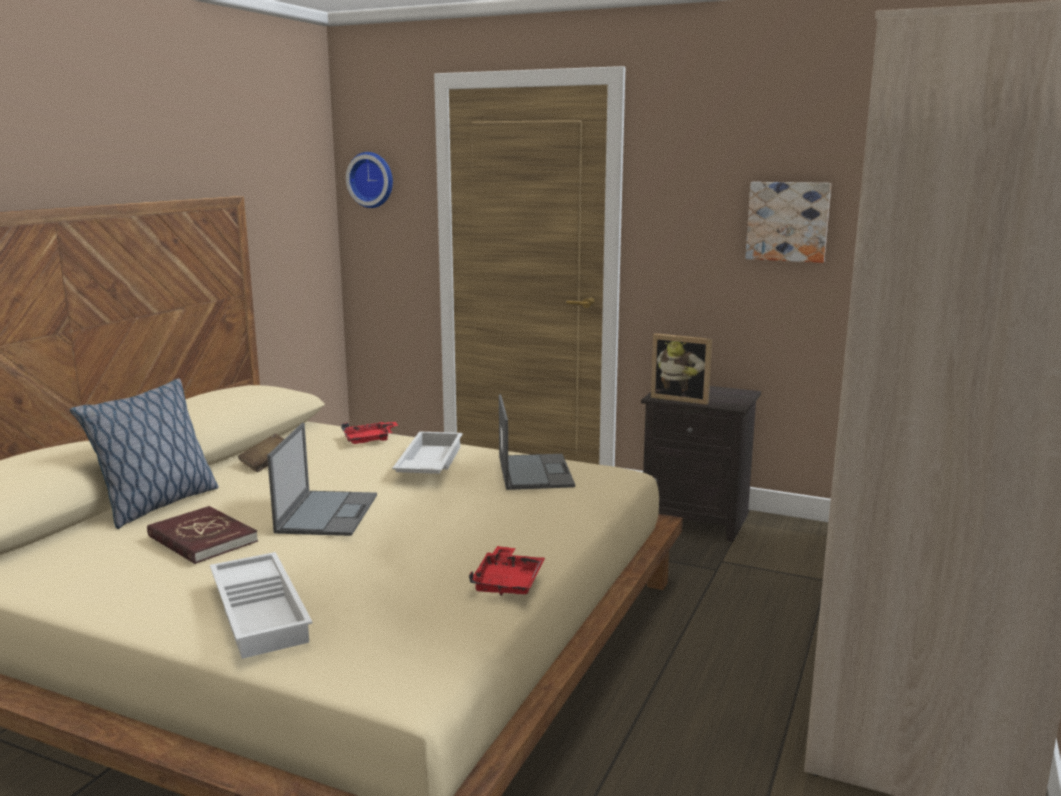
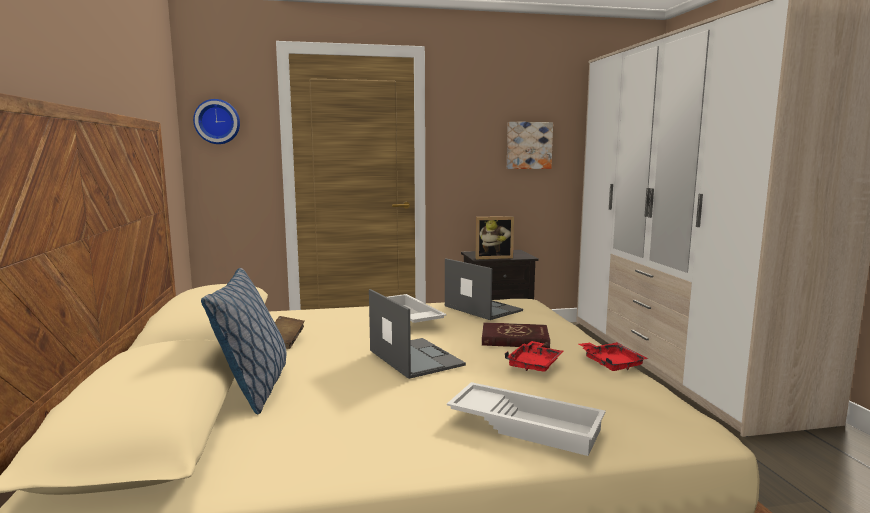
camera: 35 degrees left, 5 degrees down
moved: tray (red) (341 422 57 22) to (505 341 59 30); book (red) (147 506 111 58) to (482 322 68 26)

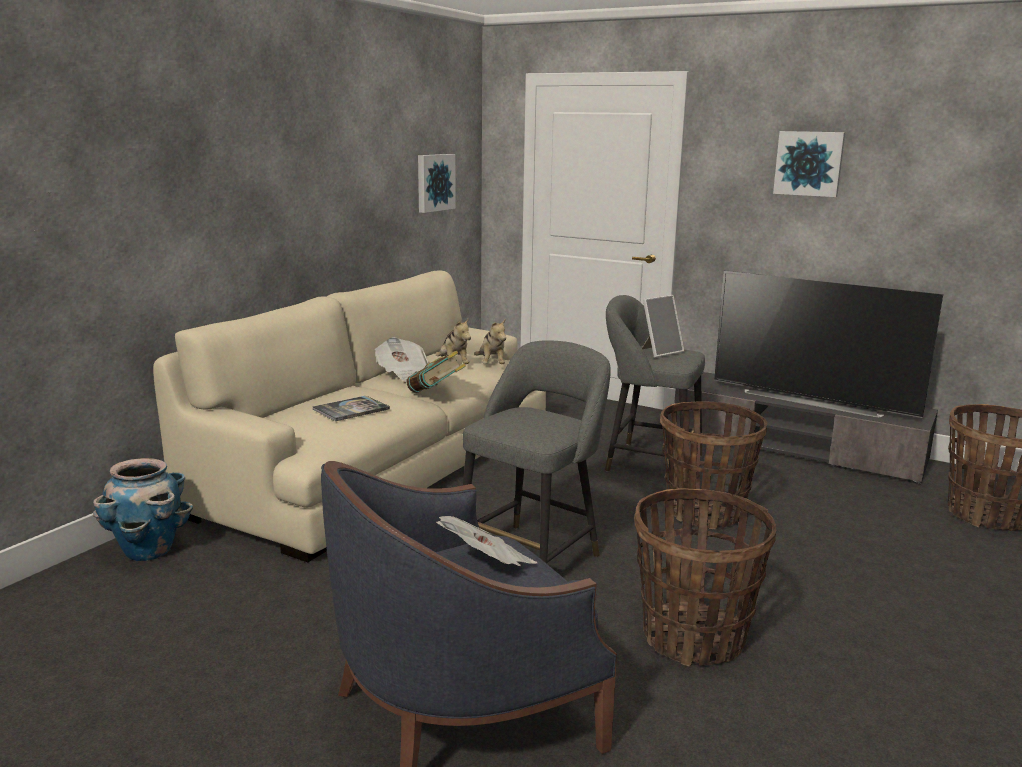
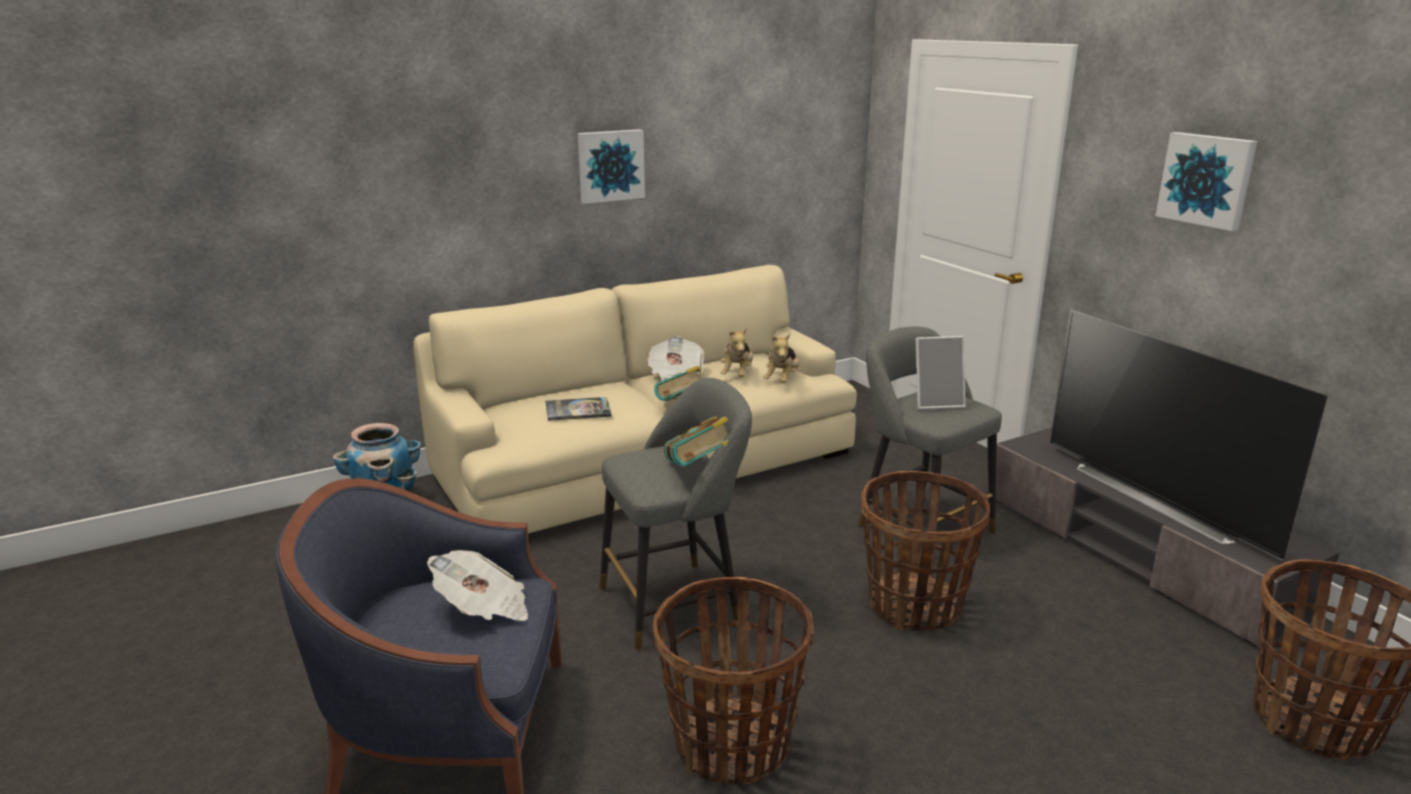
camera: 30 degrees right, 5 degrees up
added: book (664 416 65 51)
moved: wall art (418 154 38 59) to (578 129 67 75)

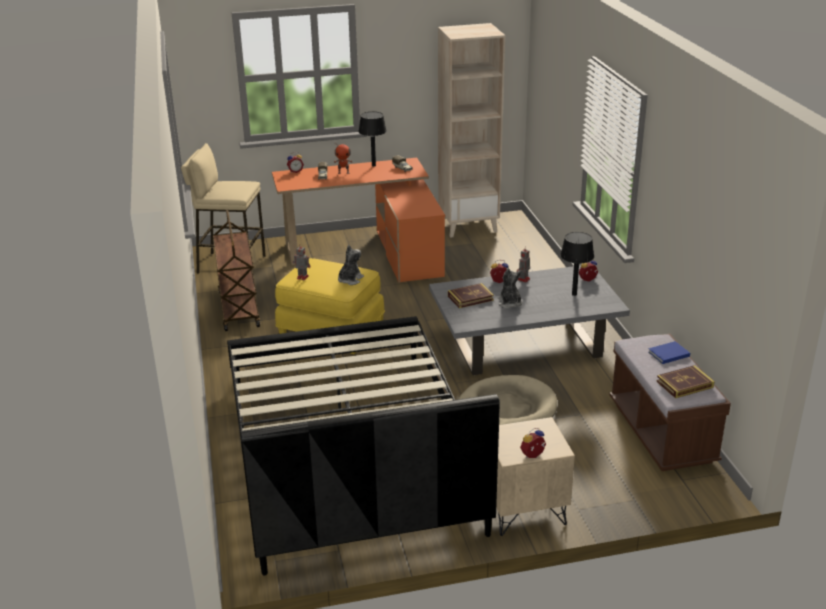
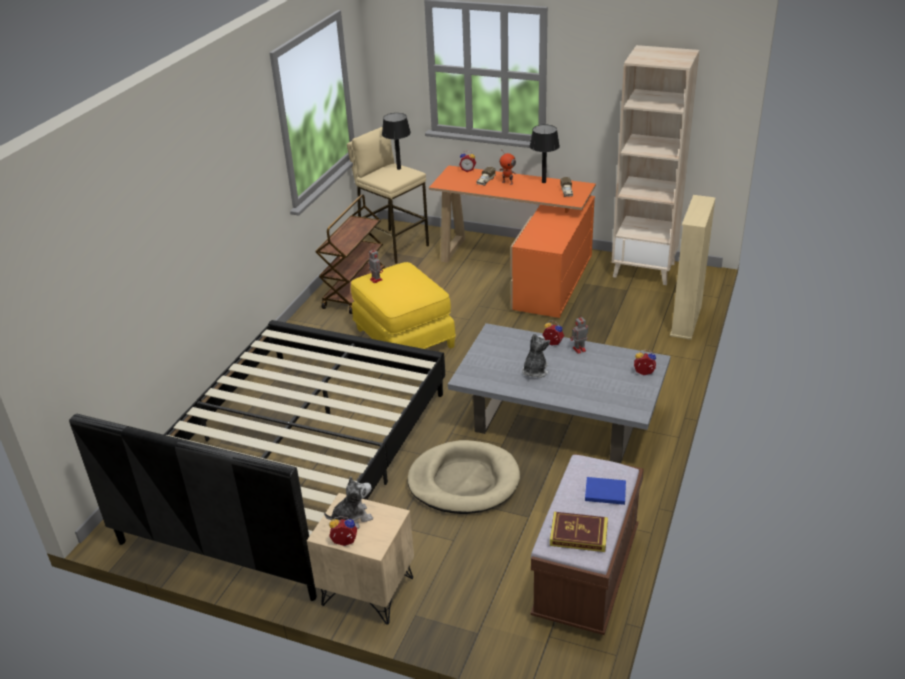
camera: 35 degrees right, 5 degrees up
removed: book (448 283 46 25)
added: shelving unit (beige) (670 195 45 145)
moved: table lamp (black) (560 232 34 64) to (382 113 29 57); plush toy (338 245 26 40) to (324 476 49 53)

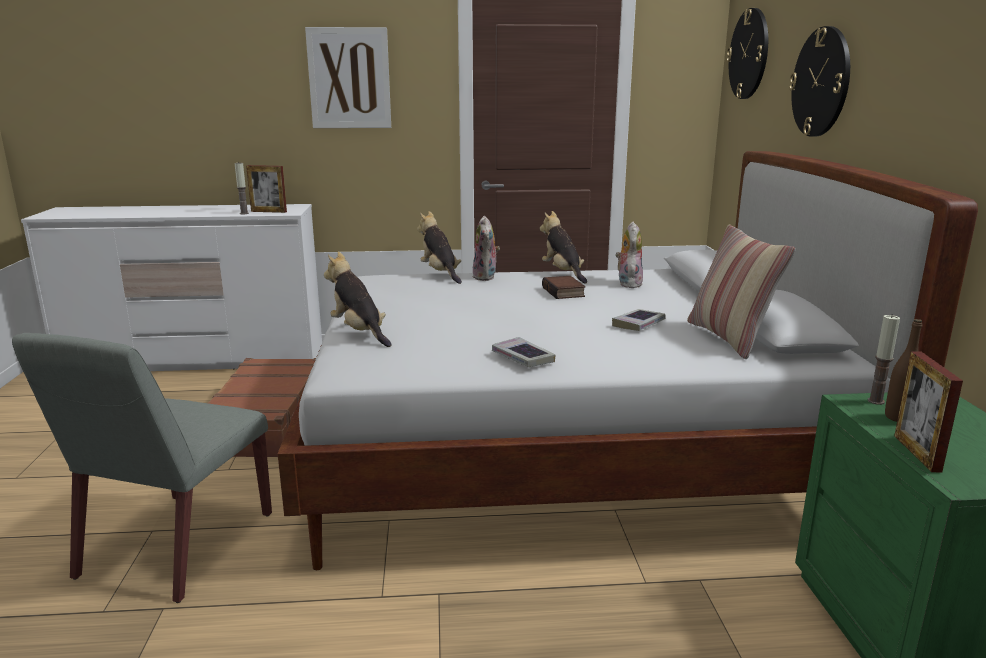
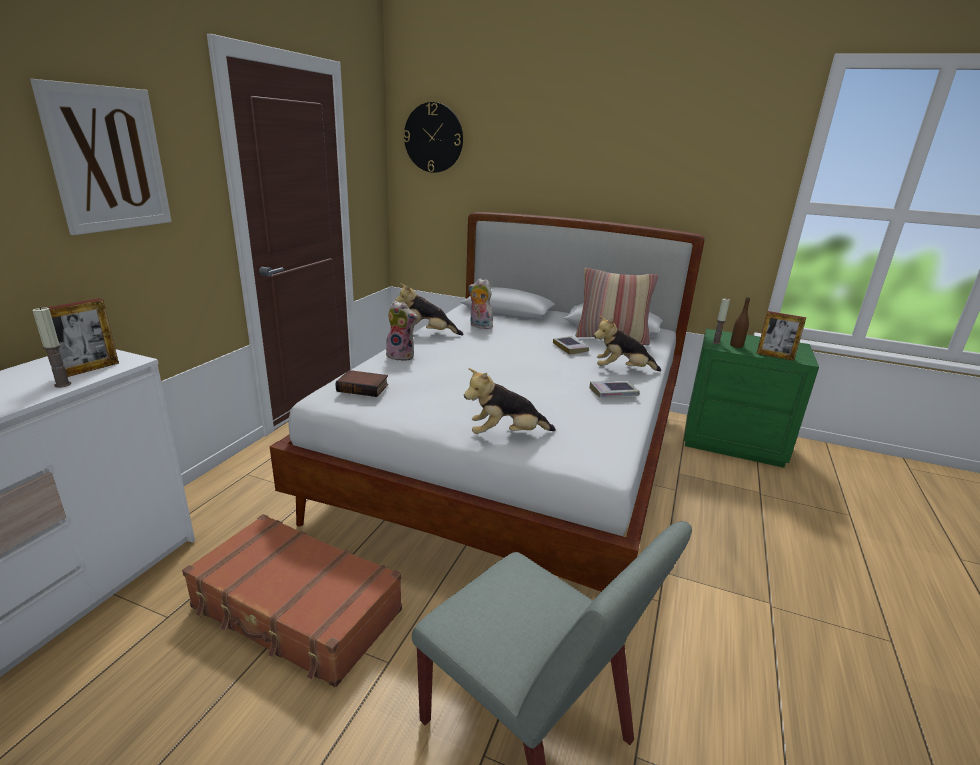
camera: 65 degrees left, 5 degrees up
removed: clock on the wall (789 26 61 111)
moved: plush toy (417 211 45 73) to (594 316 67 56); book (542 276 44 23) to (336 370 52 27)

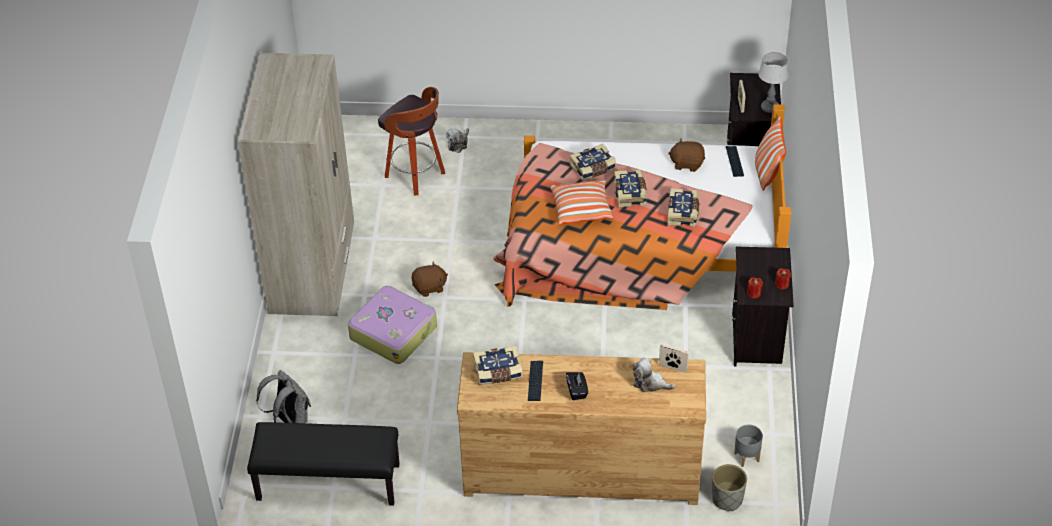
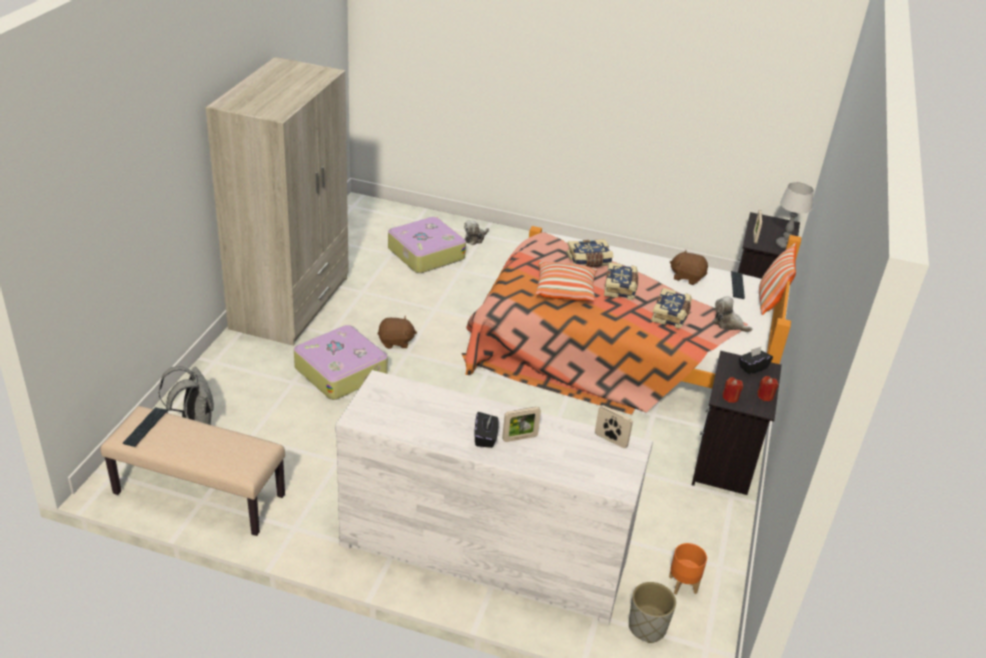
camera: 10 degrees right, 10 degrees down
removed: book (473 346 49 39)
added: tissue holder (black) (739 347 34 27); standing frame (502 407 39 35)
moved: plush toy (633 357 42 35) to (712 296 40 36); keyboard (528 361 15 40) to (123 407 45 40)
replaced: stool seat (378 87 67 108) to piece of luggage (388 217 78 56)
recoloured: drawer chest (brown-coloured) (457 352 249 153) to drawer chest (white) (335 370 318 255); bench (black) (247 422 153 84) to bench (beige) (101 406 184 130); flower pot (grey) (734 425 29 42) to flower pot (orange-coloured) (669 543 38 52)

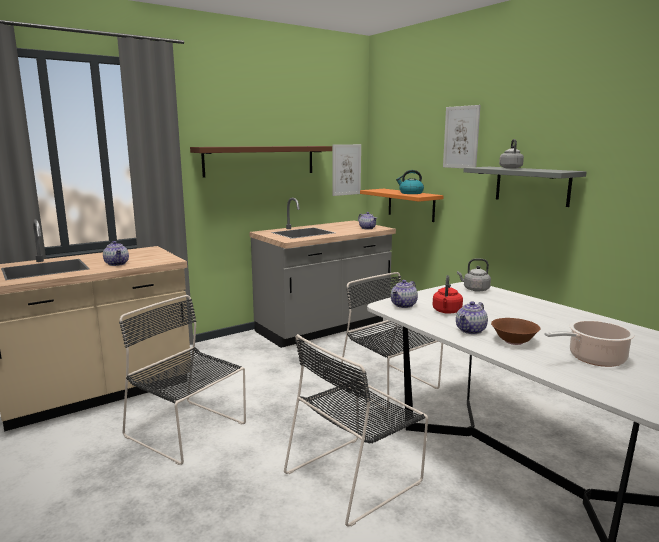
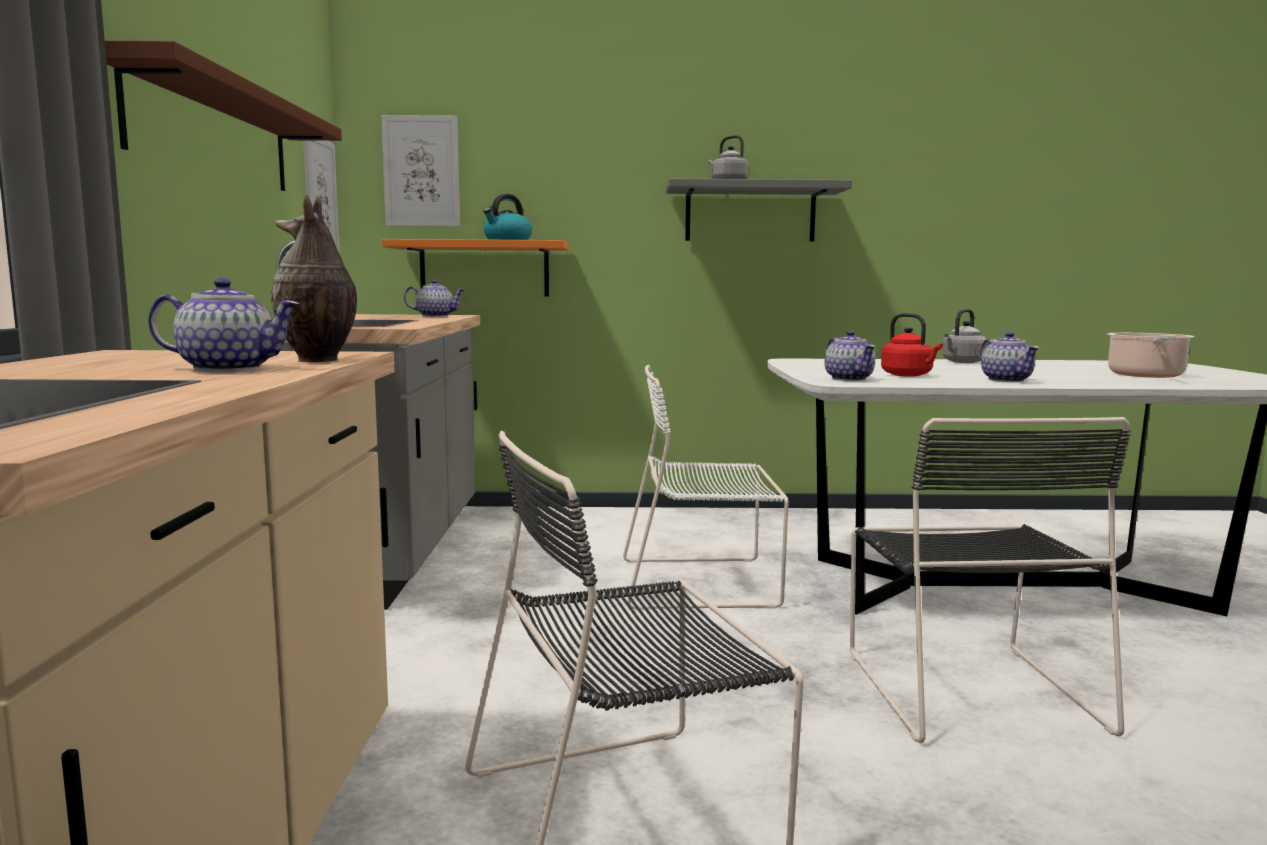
camera: 55 degrees left, 5 degrees down
removed: bowl (brown-coloured) (491 318 49 27)
added: decorative vase (271 195 86 167)
moved: wall art (443 105 38 63) to (381 115 79 112); tea kettle (grey) (457 259 34 33) to (942 309 46 54)
recoloured: chair (black) (338 272 105 138) to chair (white) (623 365 166 245)

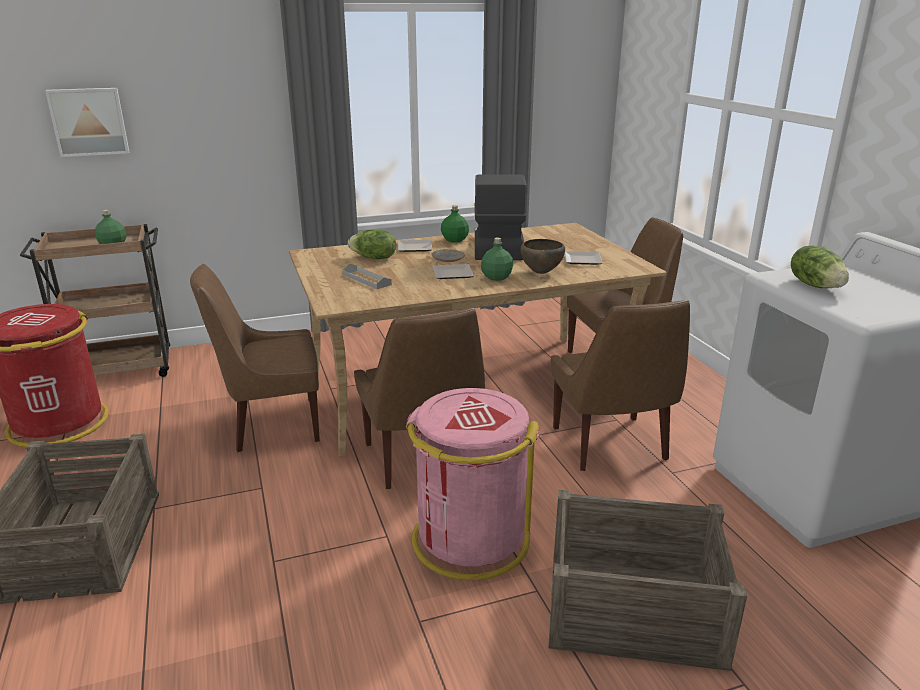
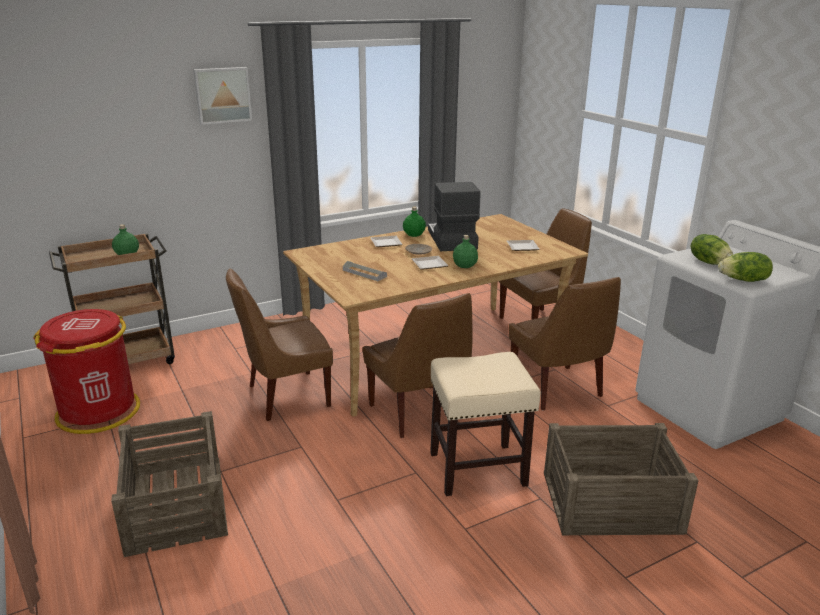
camera: 10 degrees left, 0 degrees up
removed: bowl (brown-coloured) (521 239 44 35)
moved: wall art (45 88 84 69) to (193 67 59 58); lettuce (348 230 48 29) to (718 252 55 30)
replaced: waste bin (pink-coloured) (406 388 133 192) to stool seat (beige) (430 352 111 144)

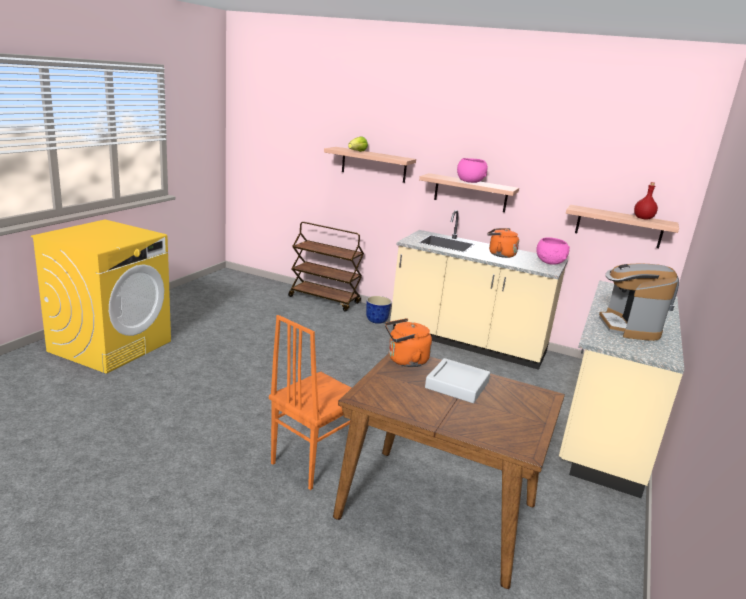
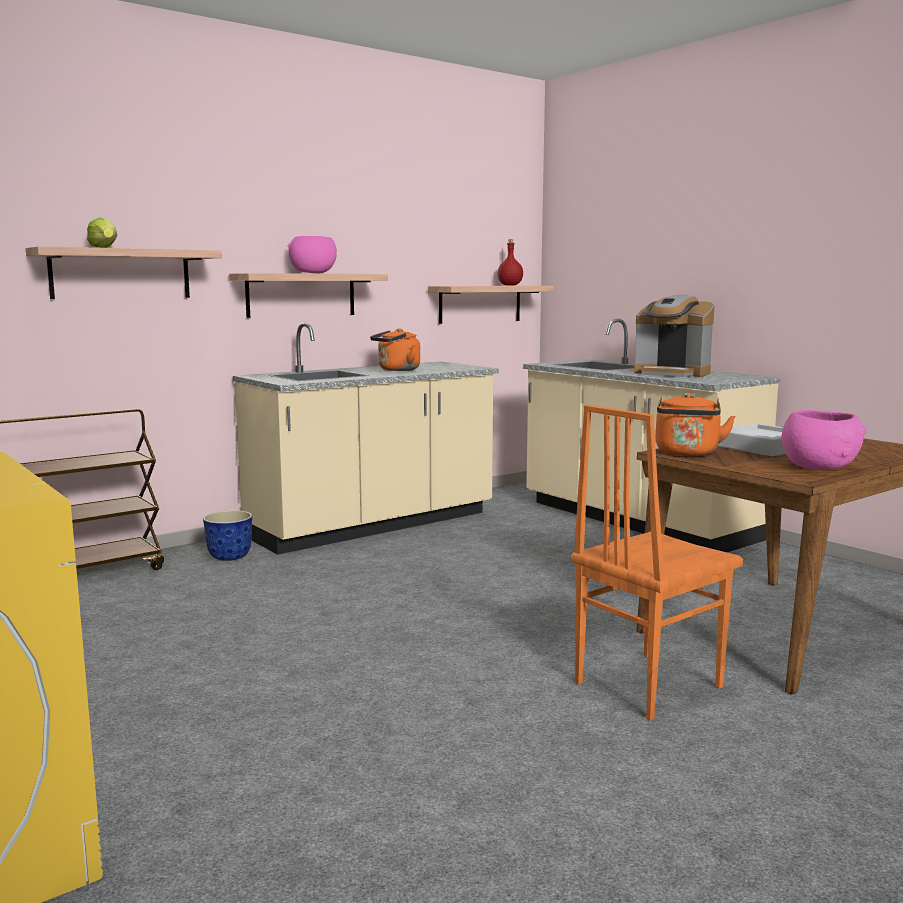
camera: 60 degrees left, 10 degrees down
moved: bowl (pink-coloured) (536 237 34 28) to (782 410 85 60)
turned: chair (orange-coloured) (269 315 83 175) = (571 405 172 315) 75 degrees clockwise

